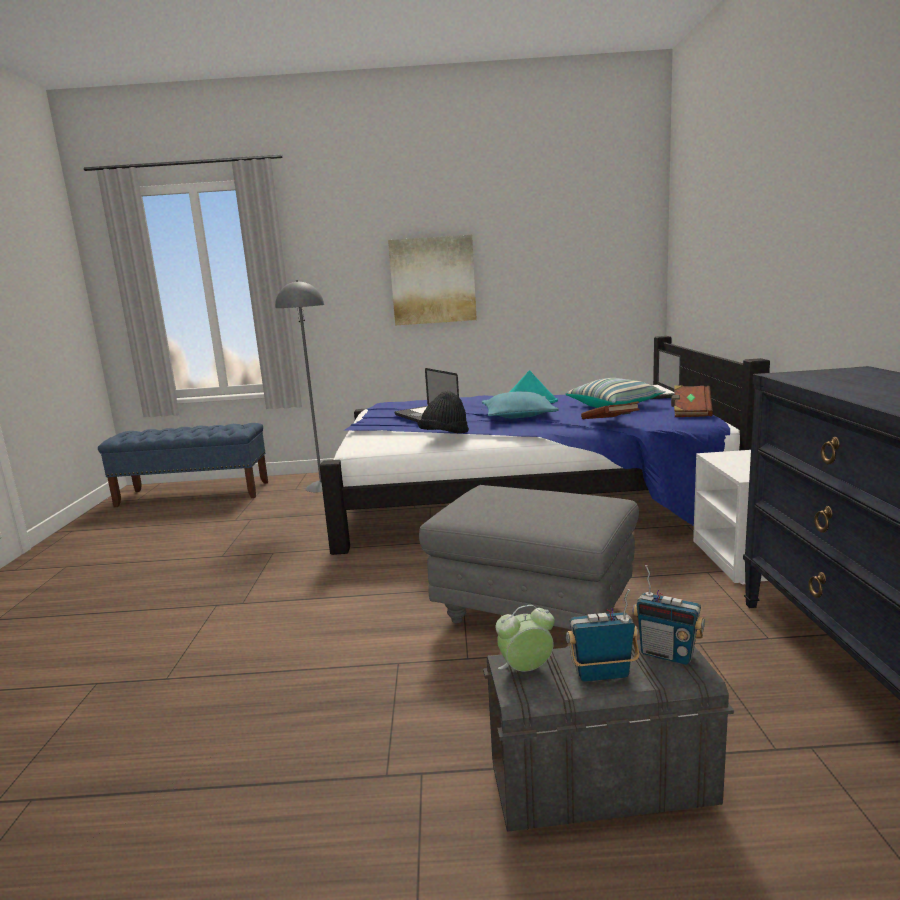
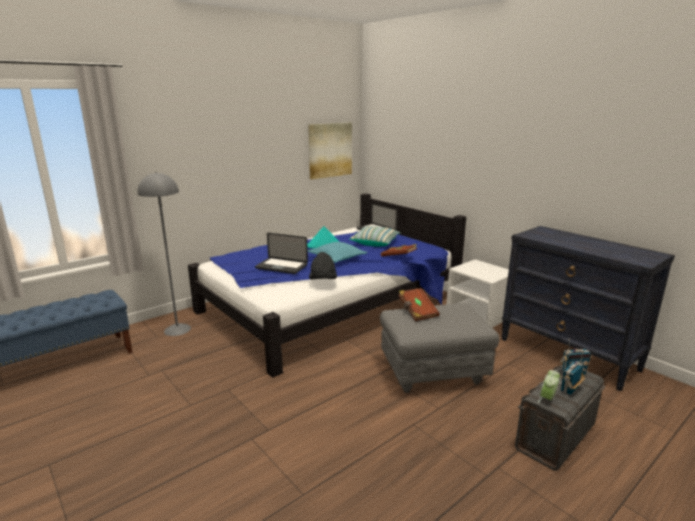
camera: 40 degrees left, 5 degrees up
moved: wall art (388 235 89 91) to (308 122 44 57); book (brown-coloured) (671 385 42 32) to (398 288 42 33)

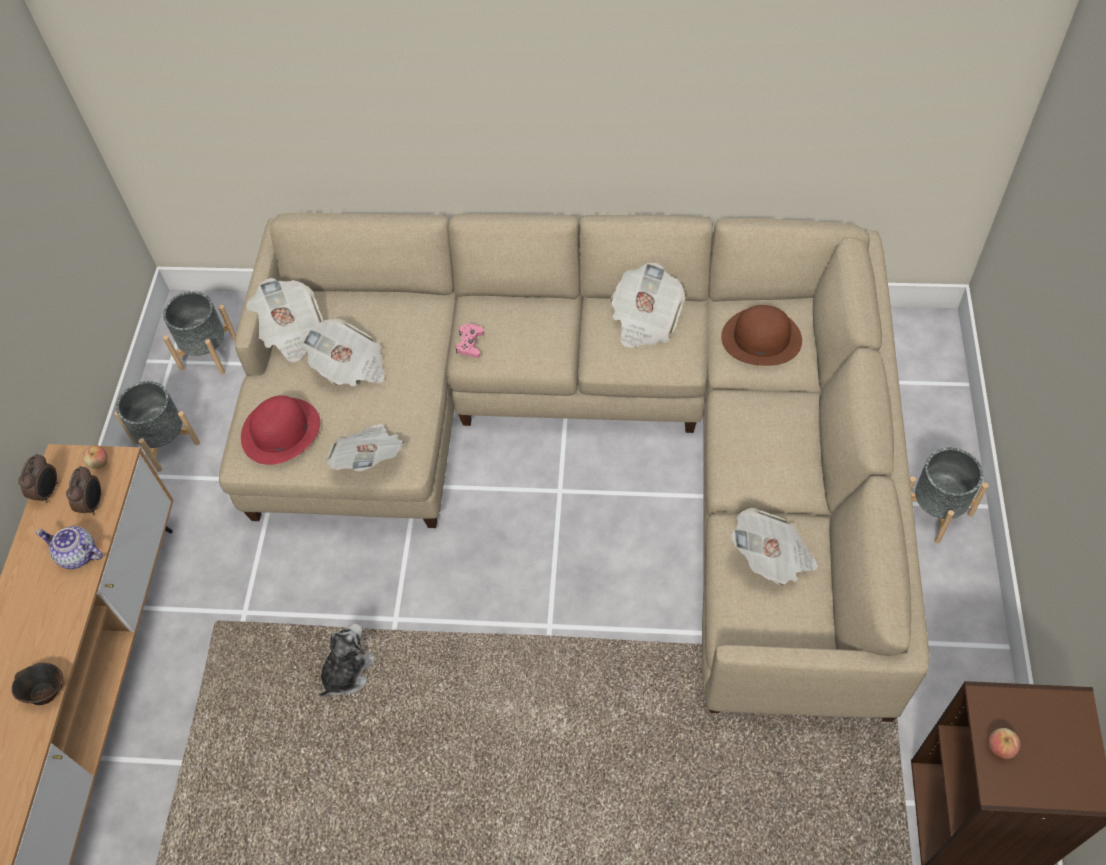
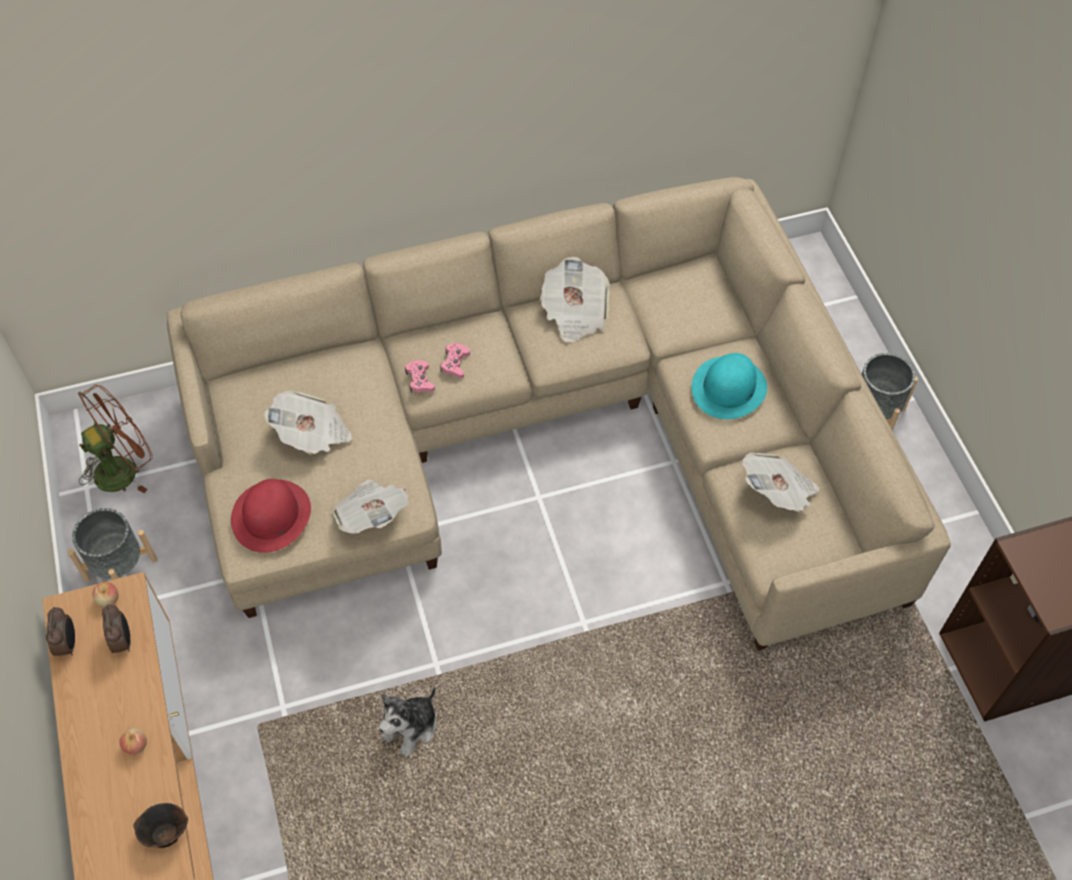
camera: 25 degrees left, 0 degrees up
removed: printed paper (247 278 76 84); hat (brown-coloured) (721 305 81 61); teapot (36 526 67 43)
added: game controller (pink-coloured) (441 343 29 35); hat (blue-green) (691 353 76 66)
moved: apple (988 728 32 31) to (119 728 28 27)
replaced: flower pot (grey) (163 291 73 83) to fan (brown-coloured) (78 385 75 108)
turned: plush toy (319 623 57 74) = (379 687 57 70) 150 degrees counterclockwise

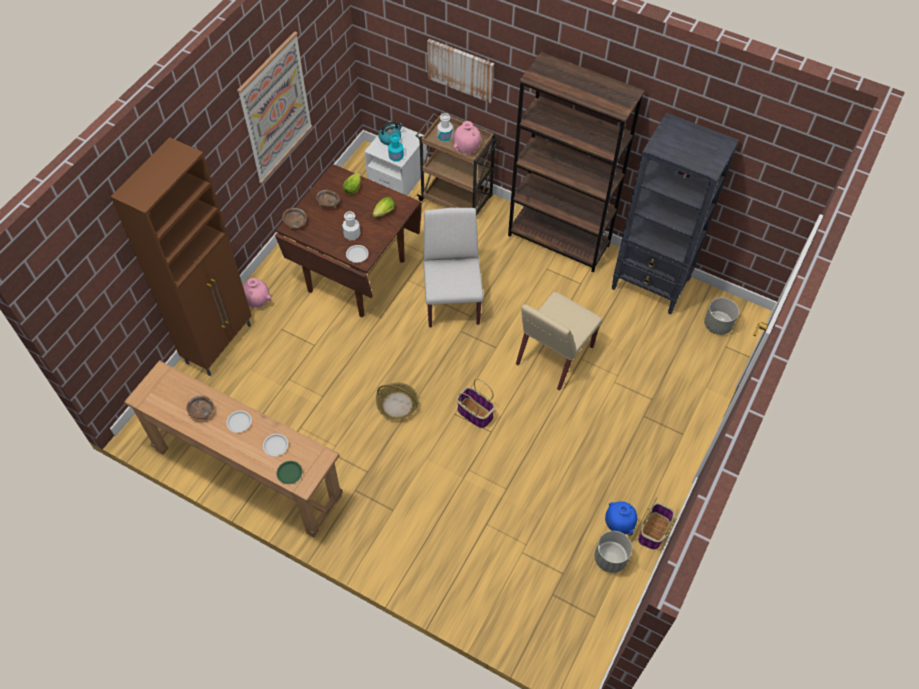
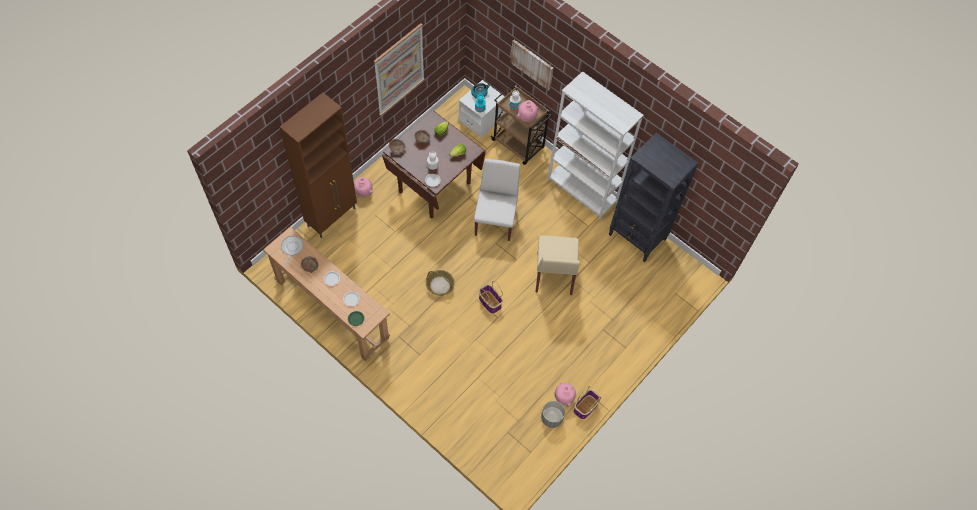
camera: 10 degrees right, 5 degrees up
removed: flower pot (grey) (704 298 35 37)
added: pan (281 236 22 30)
recoloured: shelving unit (brown-coloured) (508 52 137 220) to shelving unit (white) (547 71 97 149); decorative vase (blue) (605 502 32 34) to decorative vase (pink-coloured) (555 382 21 25)
turned: chair (beige) (516 292 86 99) = (536 235 44 60) 45 degrees counterclockwise

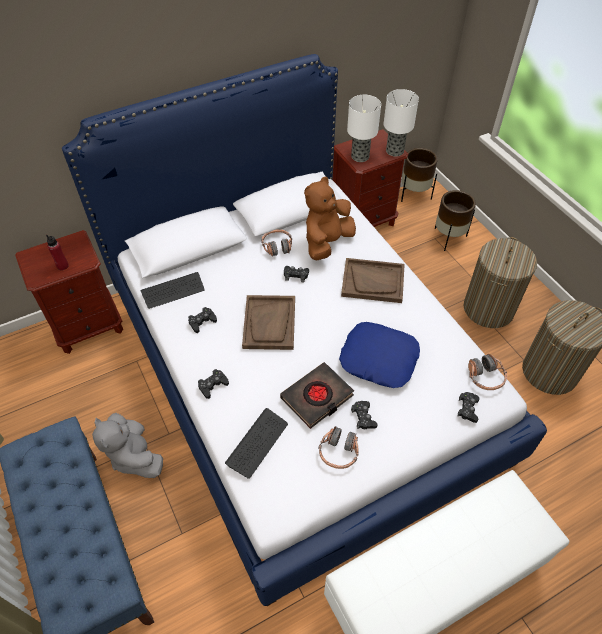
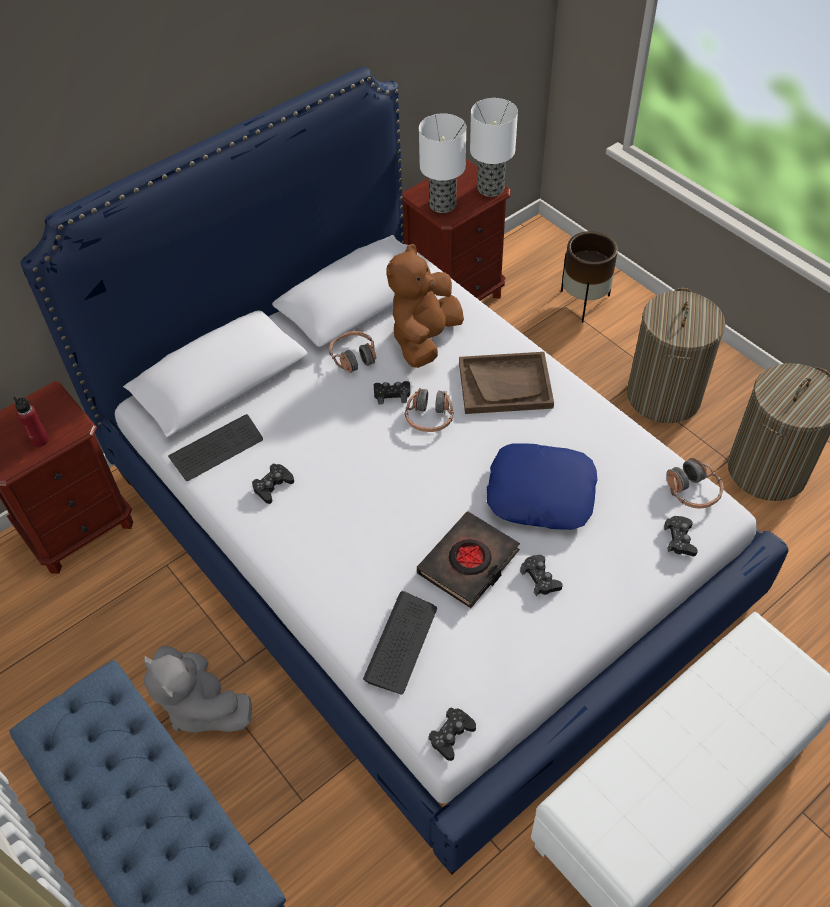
camera: 10 degrees left, 0 degrees up
removed: flower pot (brown-coloured) (401 148 37 54); tray (brown-coloured) (242 295 53 55)
moved: game controller (black) (198 369 31 30) to (429 708 47 53); pair of headphones (319 426 39 43) to (405 388 49 44)

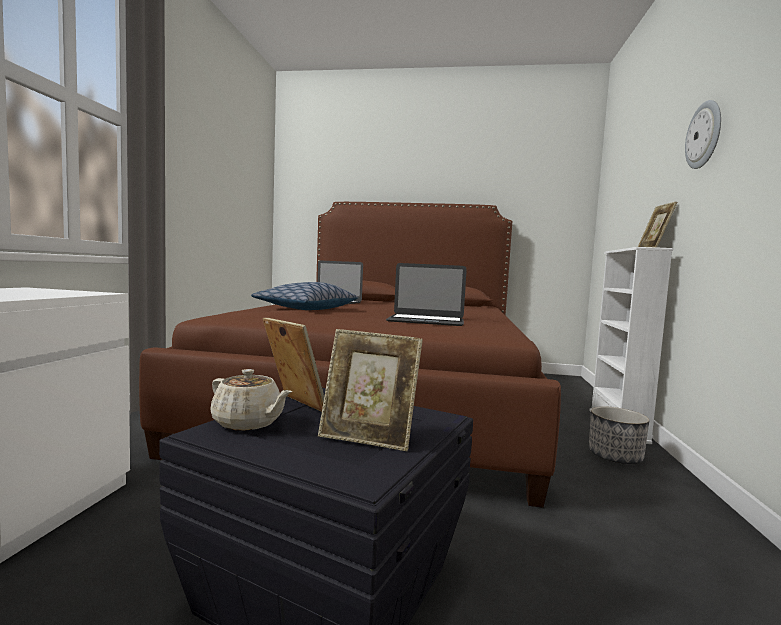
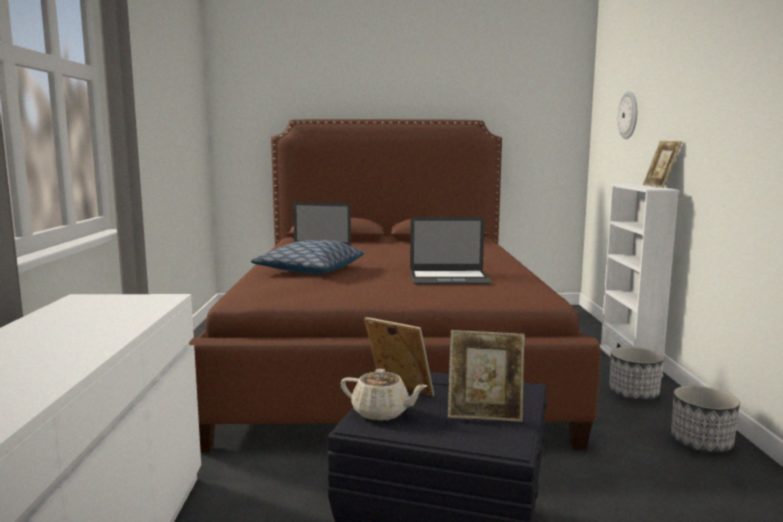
camera: 10 degrees left, 5 degrees up
added: flower pot (671 385 69 68)
moved: clock on the wall (685 100 36 69) to (618 91 19 48)

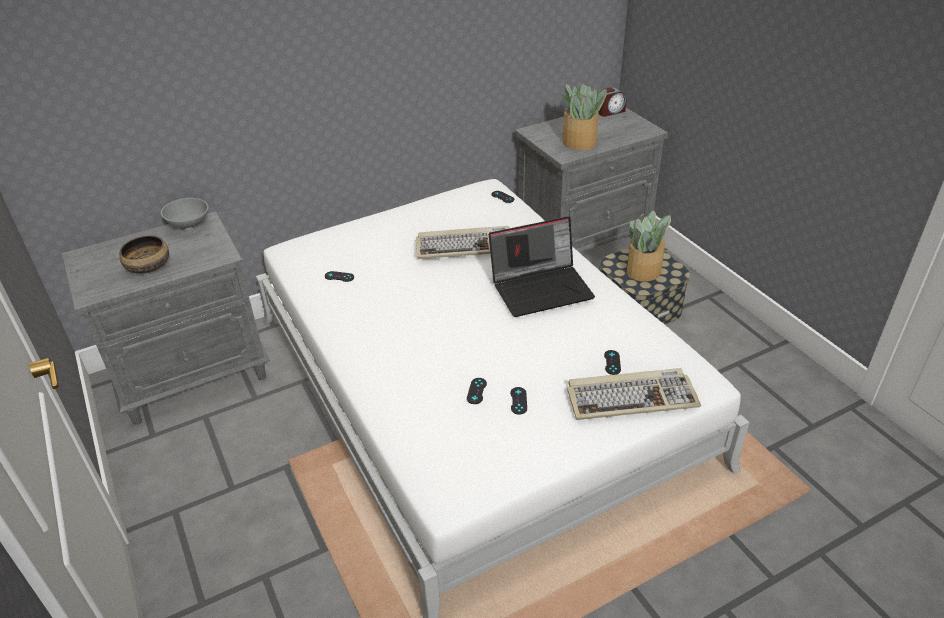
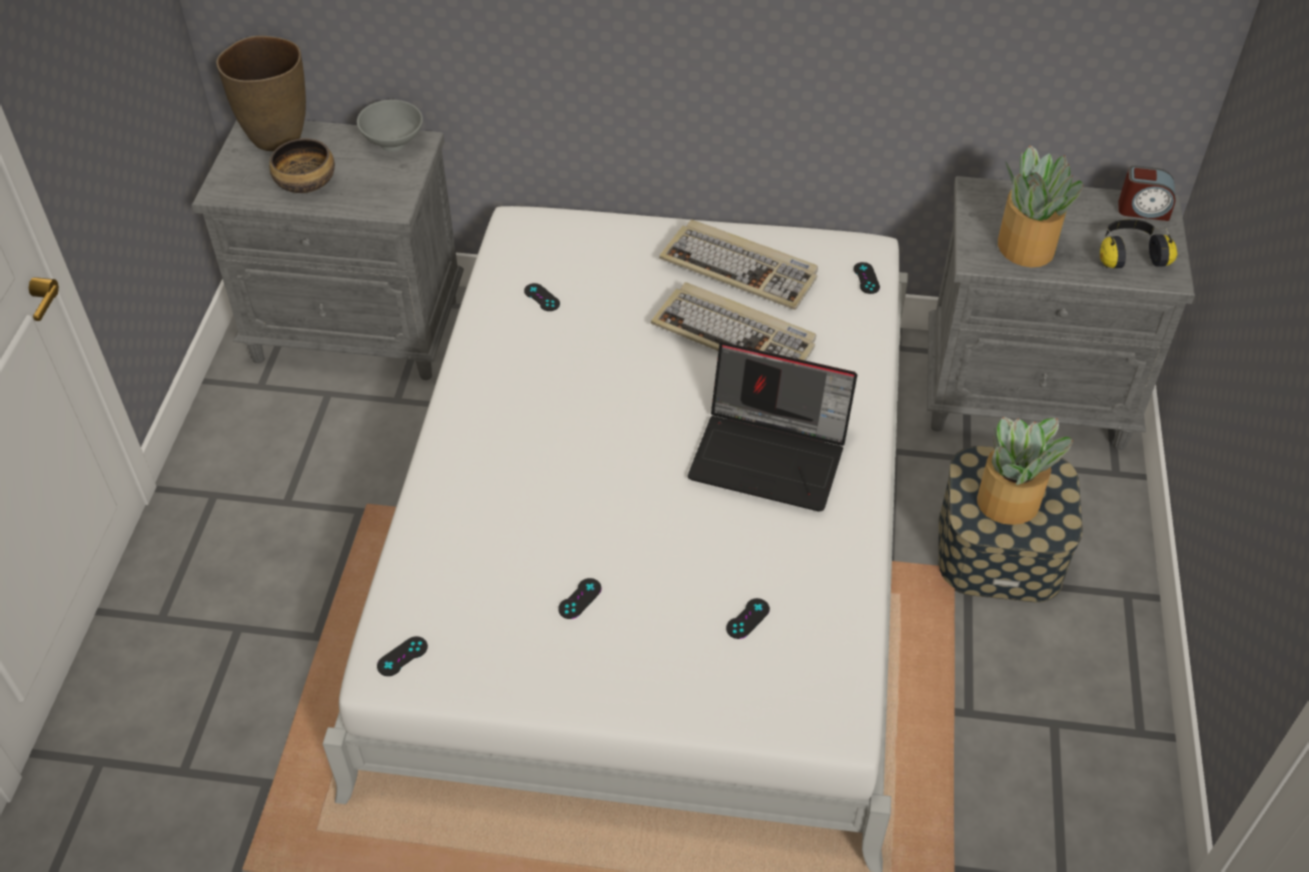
camera: 35 degrees right, 10 degrees up
added: decorative vase (brown-coloured) (216 36 90 115); pair of headphones (1100 219 78 49)
moved: keyboard (567 368 134 52) to (659 220 159 90); game controller (black) (467 378 20 26) to (377 636 51 40)

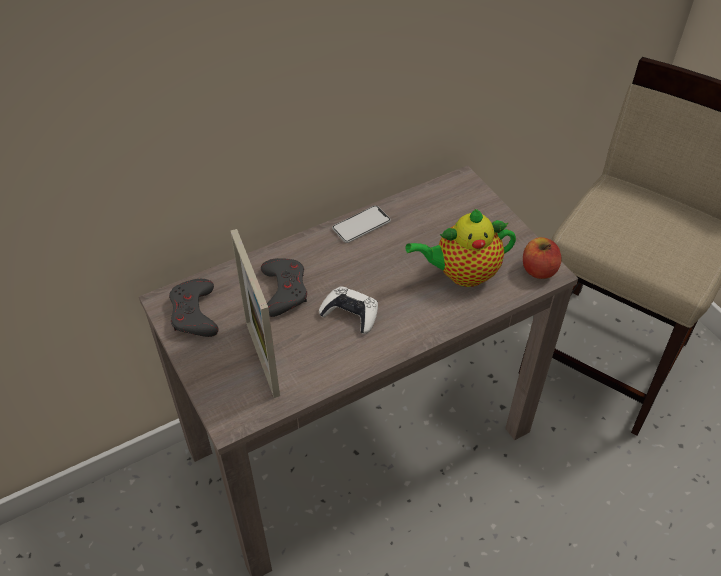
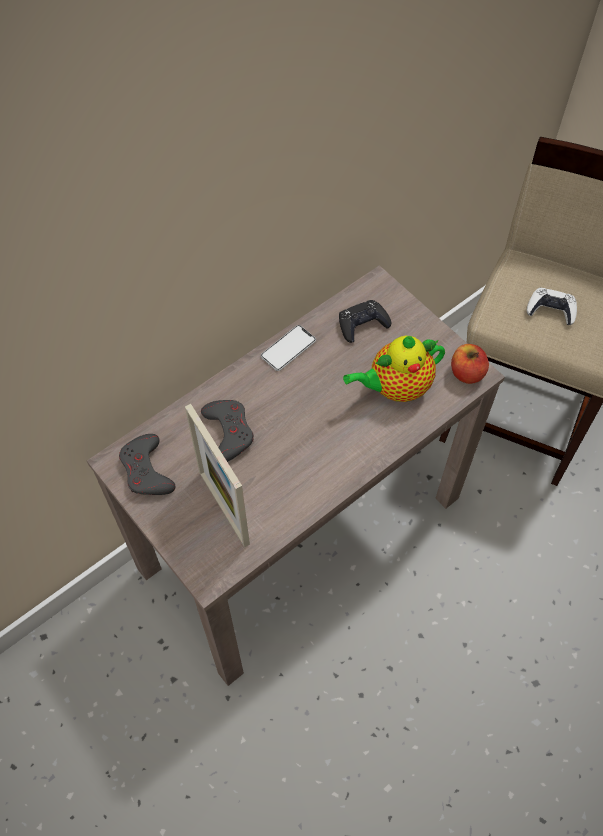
camera: 10 degrees left, 10 degrees up
added: game controller (black) (339 300 53 43)
moved: game controller (white) (319 286 59 48) to (527 288 50 37)

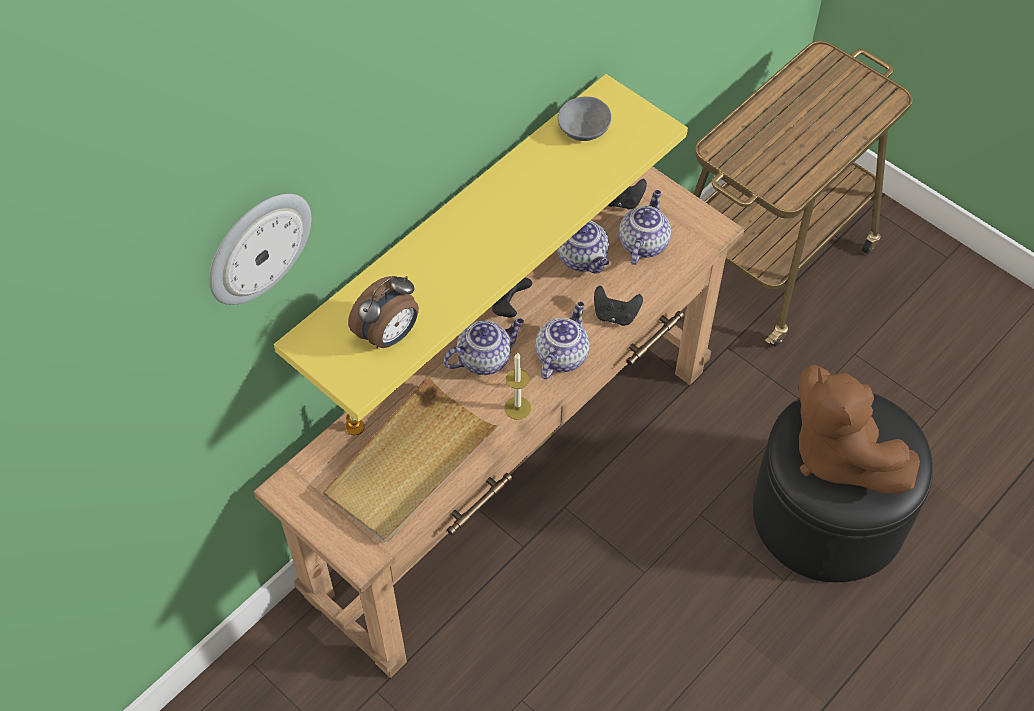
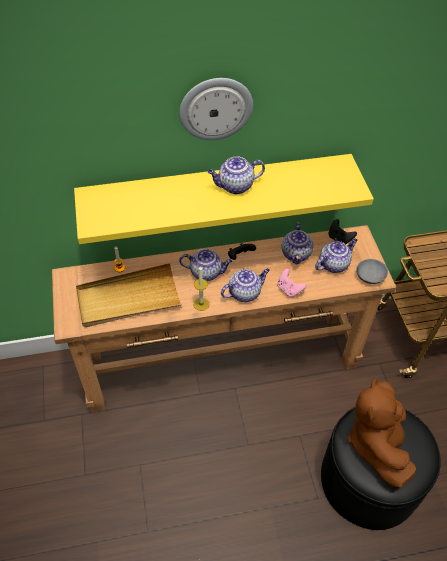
camera: 35 degrees right, 5 degrees down
removed: bedside clock (348 276 71 72)
added: teapot (208 156 57 38)
moved: bowl (grey) (558 97 53 44) to (356 259 32 25); clock on the wall (209 194 102 111) to (179 78 74 62)
recoloured: game controller (black) (594 286 49 40) to game controller (pink-coloured) (277 268 30 29)

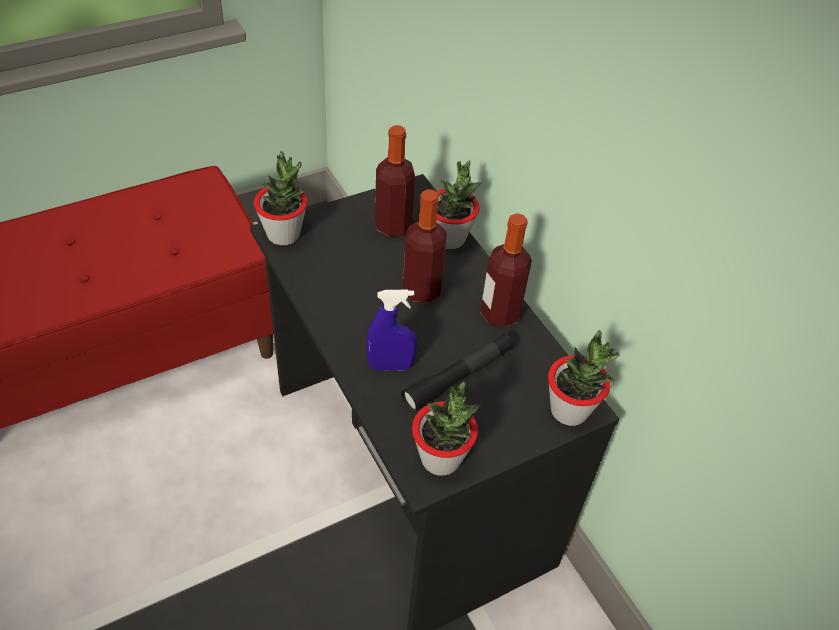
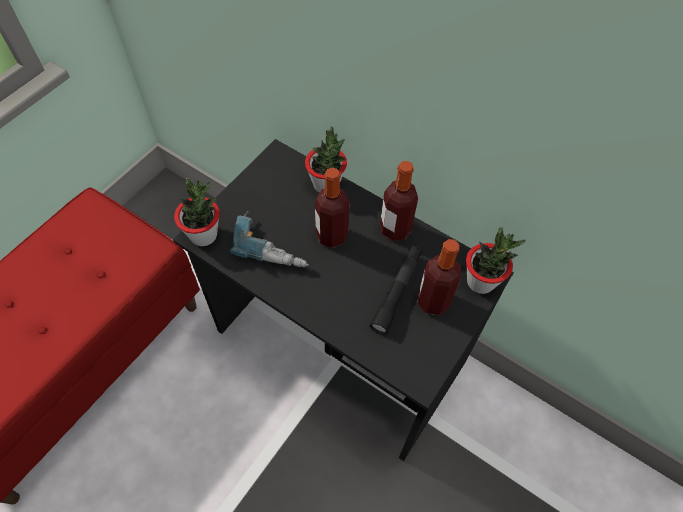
camera: 25 degrees left, 10 degrees up
removed: spray bottle (blue) (366 290 51 80); plant in a pot (412 381 69 95)
added: electric drill (230 211 79 57)
moved: beverage bottle (375 125 40 112) to (417 239 44 76)

